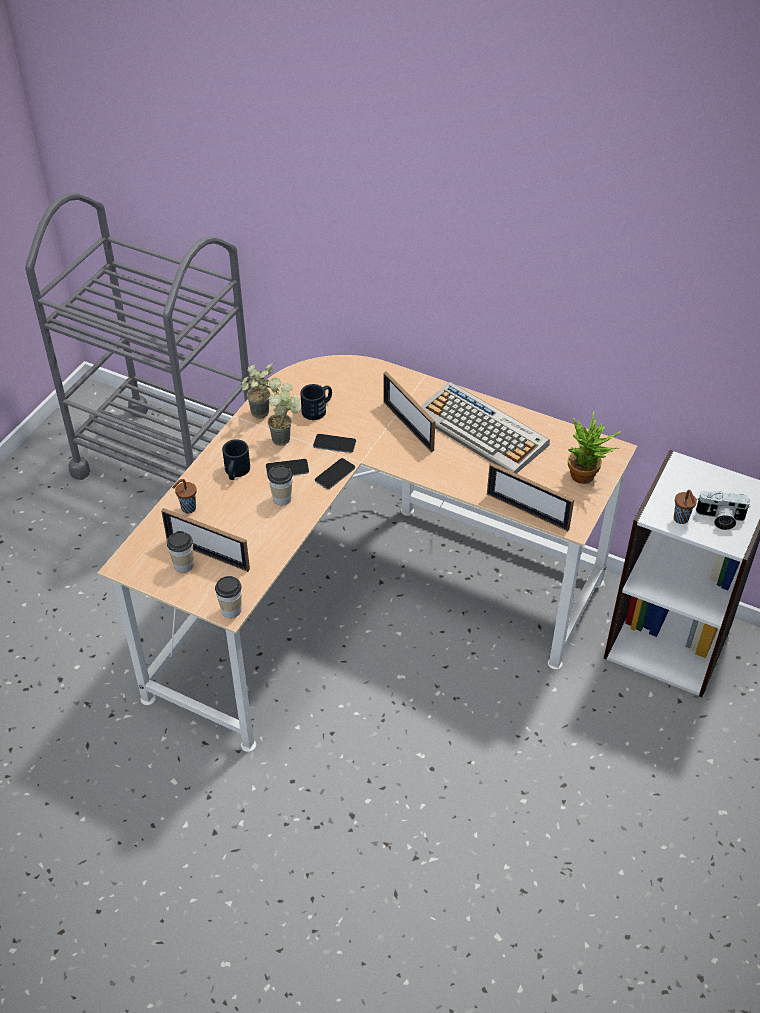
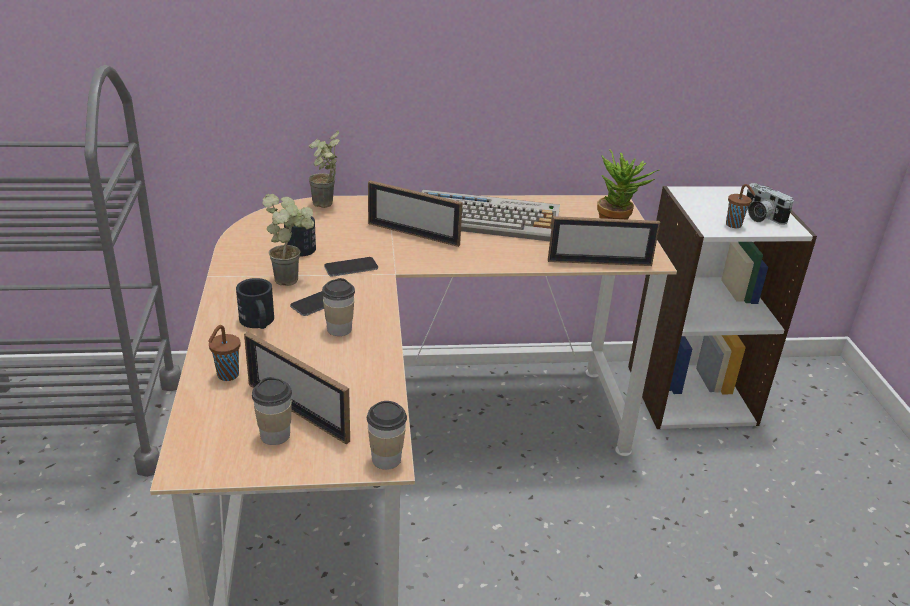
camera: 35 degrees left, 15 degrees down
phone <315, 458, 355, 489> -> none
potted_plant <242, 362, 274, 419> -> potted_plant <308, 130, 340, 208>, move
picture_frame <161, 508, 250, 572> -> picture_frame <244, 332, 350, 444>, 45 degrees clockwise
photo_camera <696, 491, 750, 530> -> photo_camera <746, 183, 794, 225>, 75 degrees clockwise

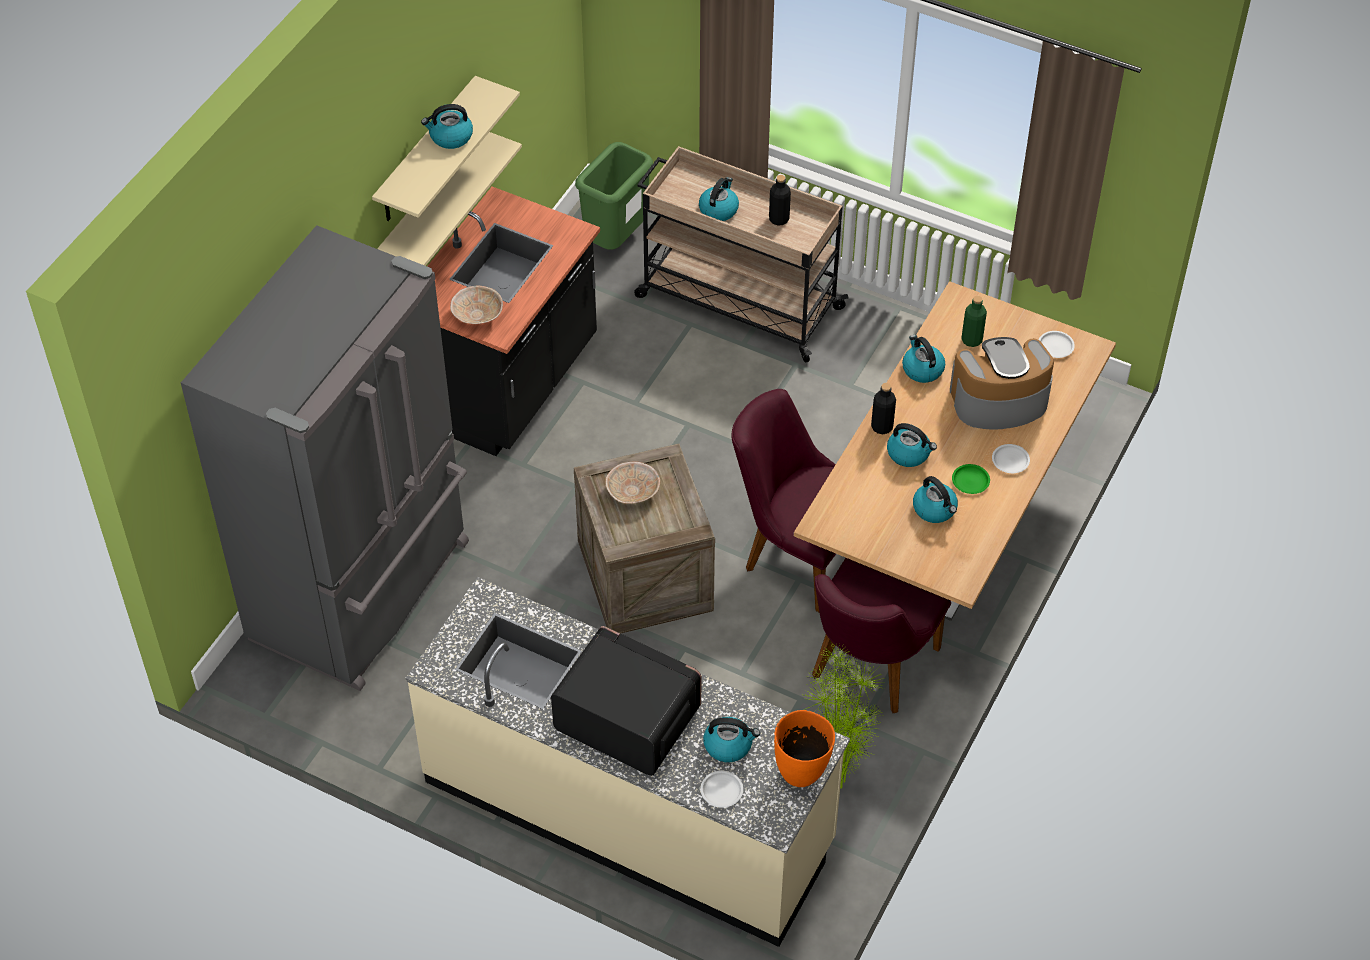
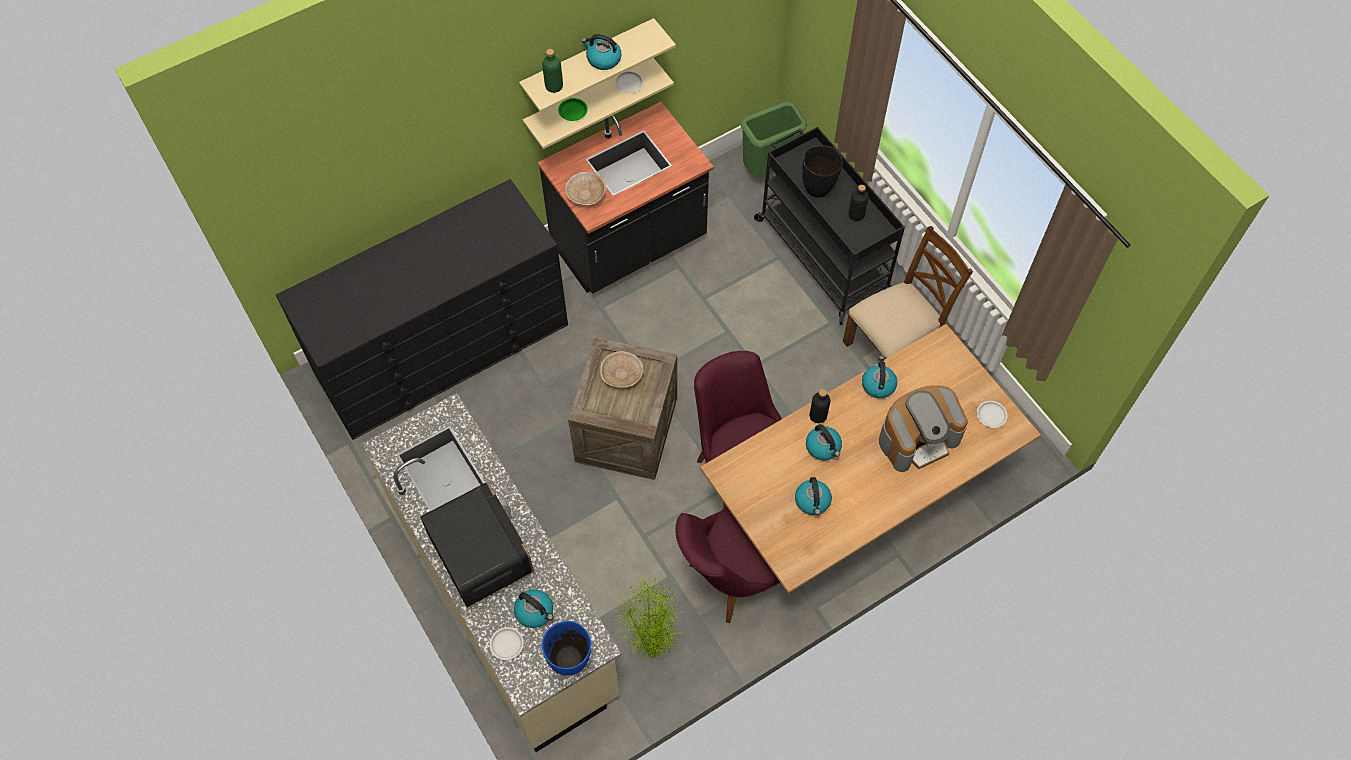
camera: 30 degrees right, 10 degrees up
none -> brown_chair <843, 226, 973, 359>
green_plate <952, 464, 990, 494> -> green_plate <558, 98, 588, 121>, move
green_bottle <961, 296, 987, 347> -> green_bottle <542, 49, 563, 93>, move
white_plate <992, 444, 1030, 473> -> white_plate <615, 71, 643, 93>, move
grey_fridge <181, 225, 469, 691> -> black_dresser <276, 179, 568, 440>
kettle <699, 177, 739, 221> -> black_vase <802, 146, 843, 198>
beige_cart <634, 146, 849, 363> -> black_cart <754, 127, 905, 325>
orange_vase <774, 710, 835, 787> -> blue_vase <542, 621, 591, 676>
coffee_machine <950, 337, 1054, 430> -> coffee_machine <879, 385, 968, 472>, 135 degrees clockwise

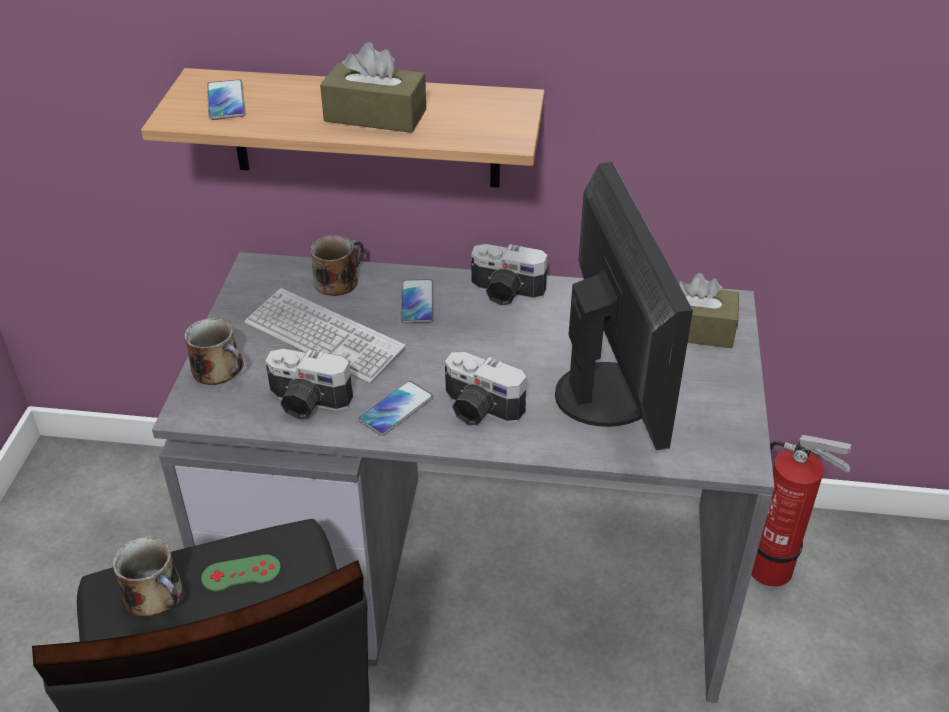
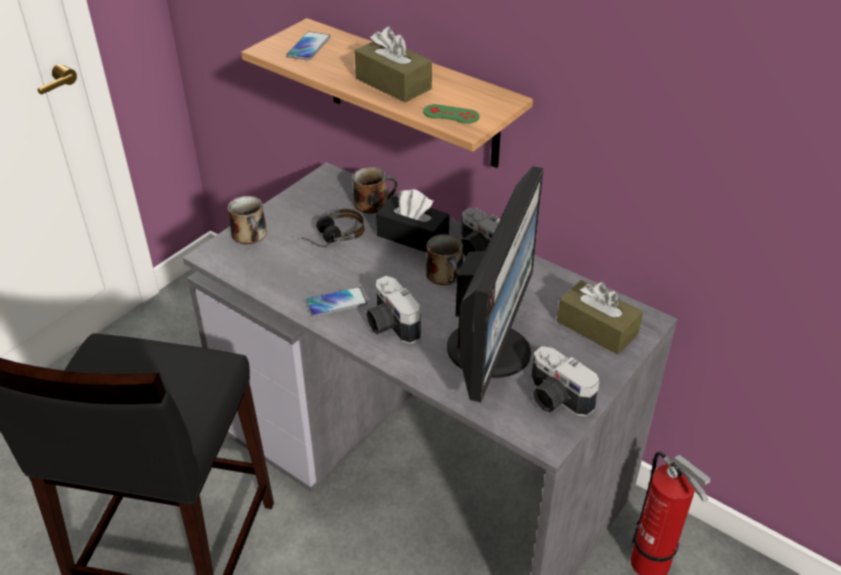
camera: 30 degrees right, 0 degrees up
mug <113, 536, 182, 617> -> mug <426, 234, 463, 285>, move
green_game_controller <201, 555, 281, 591> -> green_game_controller <423, 104, 479, 124>, move
photo_camera <265, 349, 353, 419> -> photo_camera <531, 346, 600, 417>, move
keyboard <244, 288, 406, 383> -> headphones <301, 209, 365, 247>
phone <401, 279, 434, 323> -> black_tissue_box <376, 189, 449, 253>

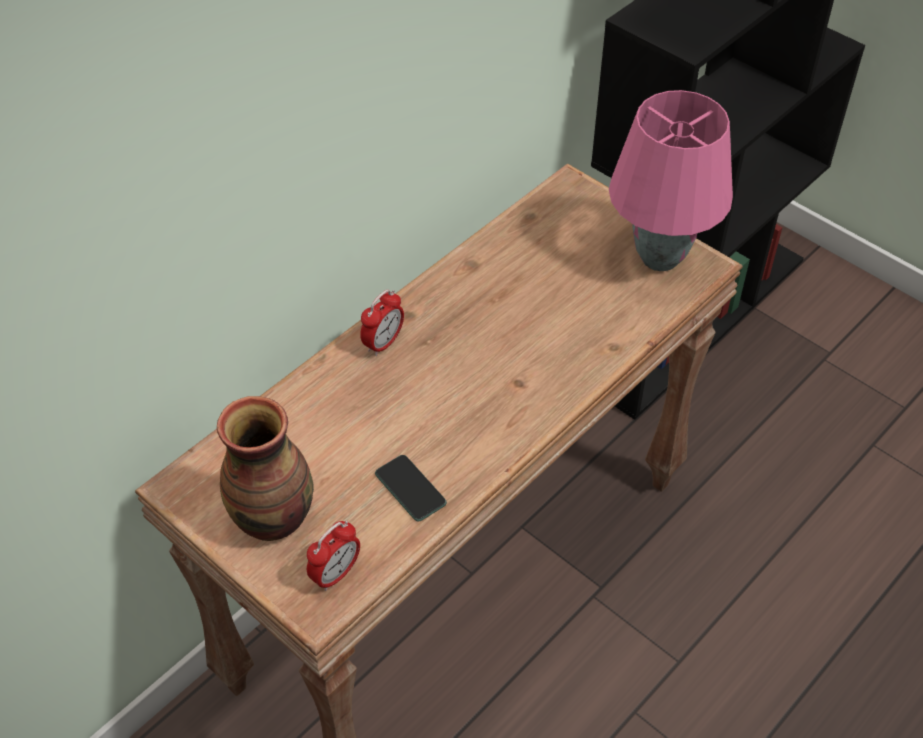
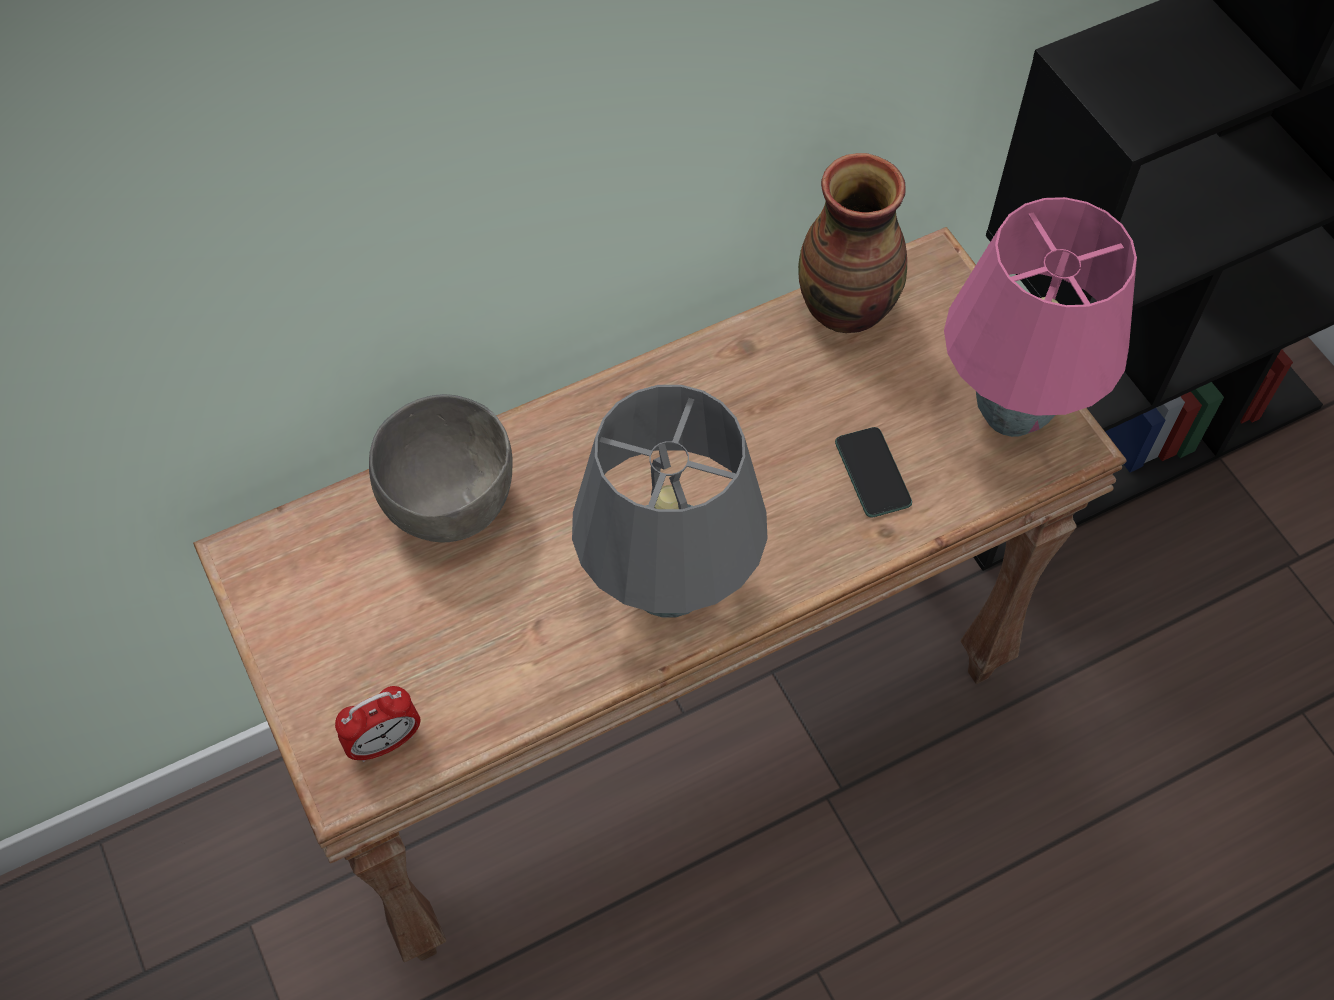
camera: 20 degrees right, 10 degrees up
alarm_clock <360, 290, 404, 356> -> none
none -> grey_bowl <369, 394, 513, 542>
none -> grey_table_lamp <572, 385, 768, 617>
vase <217, 396, 314, 541> -> vase <798, 153, 907, 333>, move
phone <375, 455, 447, 522> -> phone <835, 427, 912, 518>, move

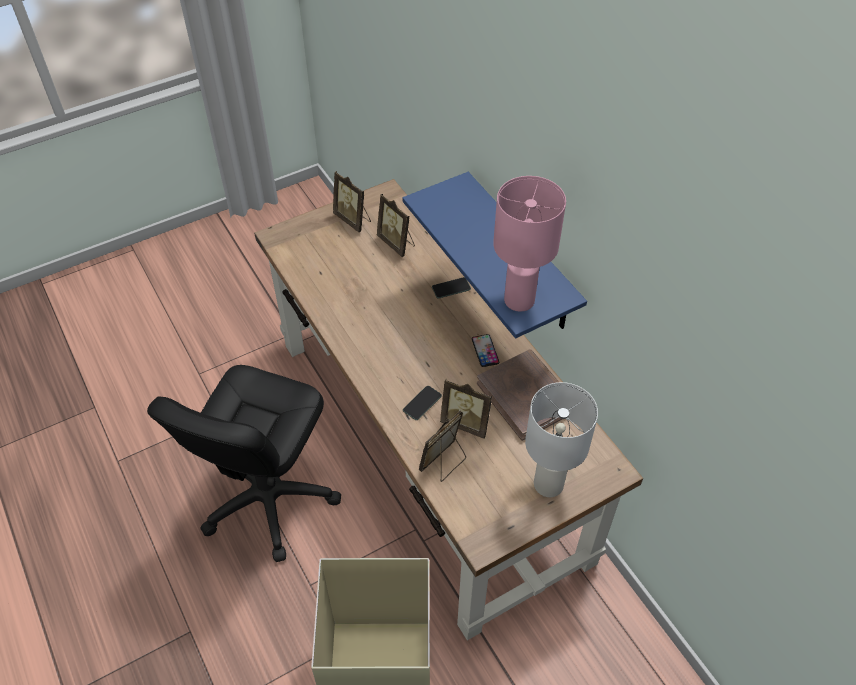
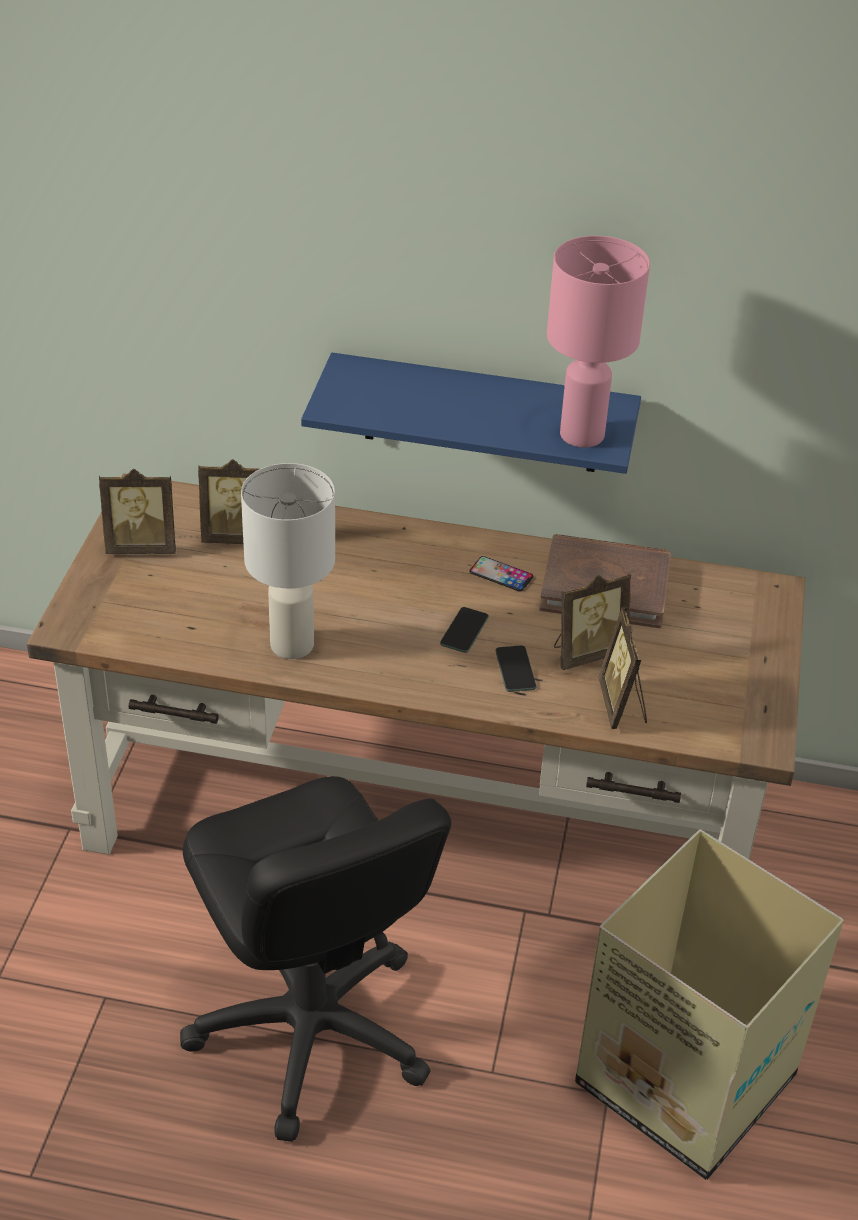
camera: 50 degrees left, 10 degrees down
phone <432, 277, 471, 298> -> phone <440, 607, 489, 653>, move
white_table_lamp <525, 382, 598, 497> -> white_table_lamp <241, 463, 335, 659>, move

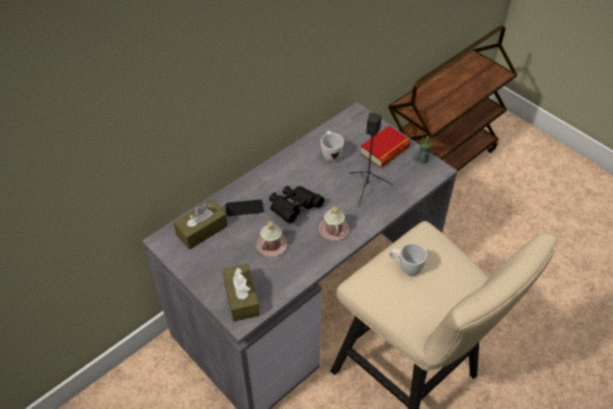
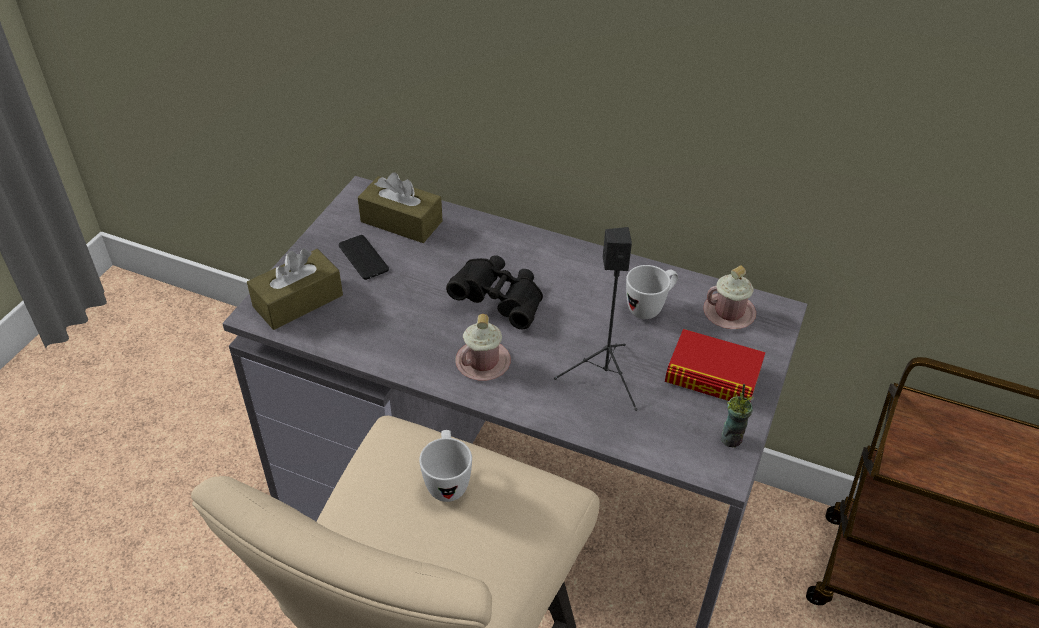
camera: 65 degrees right, 5 degrees down
phone <226, 199, 263, 216> -> phone <339, 235, 389, 280>, move
pink_mug <256, 221, 287, 257> -> pink_mug <703, 266, 756, 329>, move

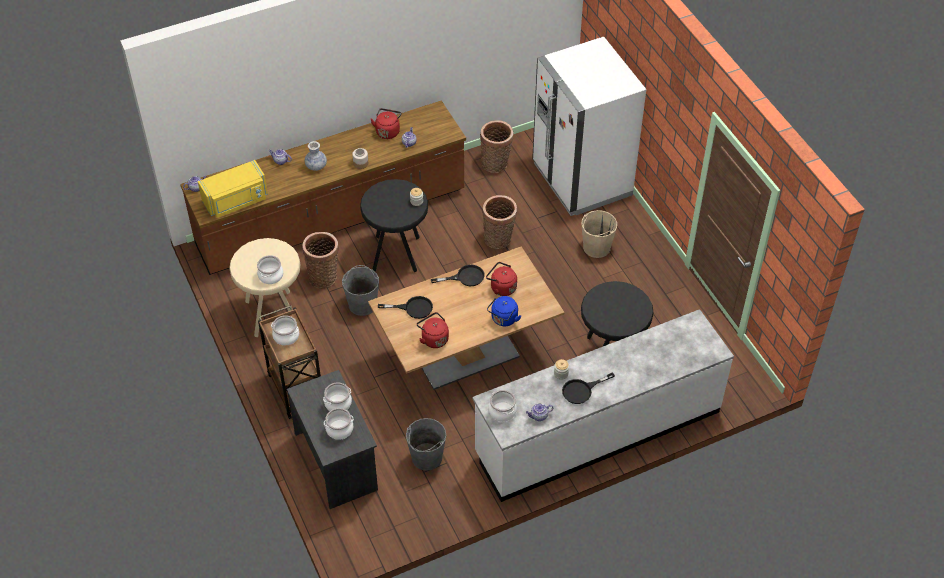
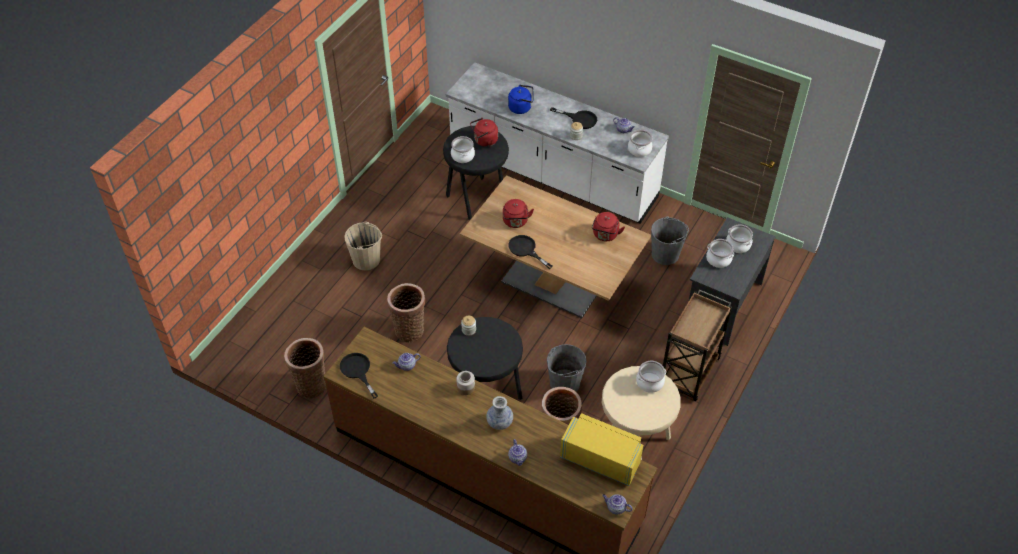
camera: 125 degrees left, 0 degrees up
white_fridge <532, 37, 646, 216> -> none
cooking_pot <271, 315, 299, 345> -> cooking_pot <451, 136, 475, 163>, move
red_kettle <370, 108, 402, 139> -> red_kettle <470, 118, 498, 147>, move
black_frying_pan <378, 296, 433, 319> -> black_frying_pan <340, 353, 378, 398>, move
blue_kettle <487, 296, 521, 326> -> blue_kettle <508, 85, 534, 114>, move

